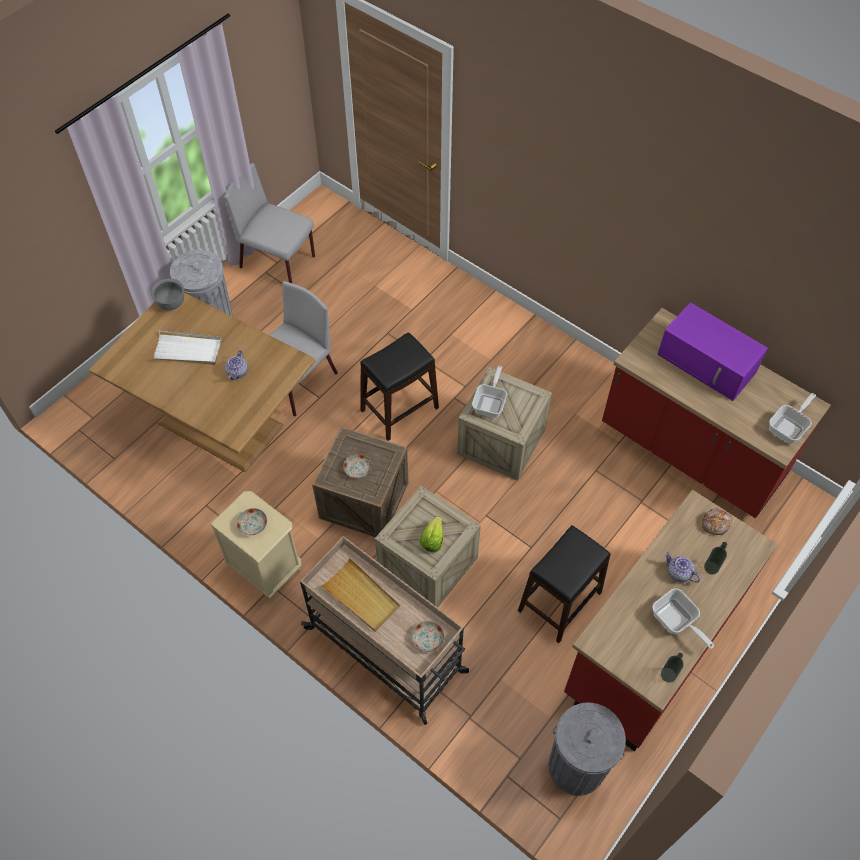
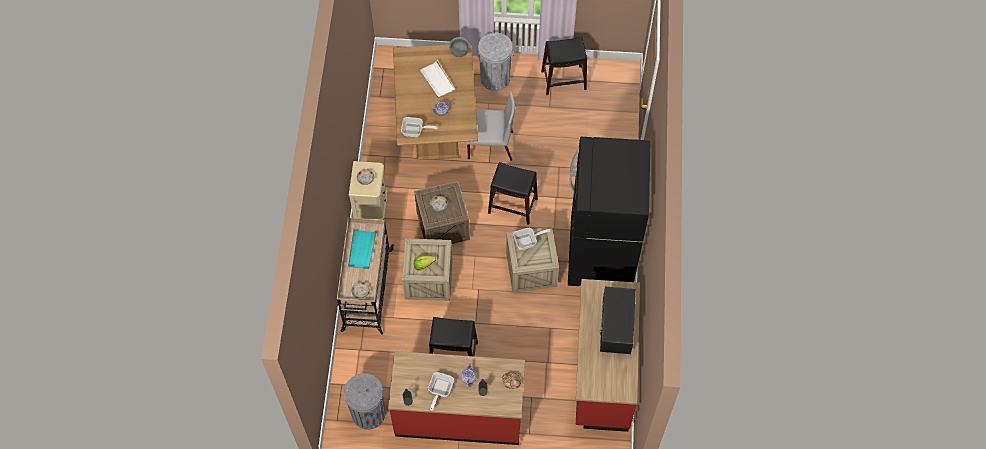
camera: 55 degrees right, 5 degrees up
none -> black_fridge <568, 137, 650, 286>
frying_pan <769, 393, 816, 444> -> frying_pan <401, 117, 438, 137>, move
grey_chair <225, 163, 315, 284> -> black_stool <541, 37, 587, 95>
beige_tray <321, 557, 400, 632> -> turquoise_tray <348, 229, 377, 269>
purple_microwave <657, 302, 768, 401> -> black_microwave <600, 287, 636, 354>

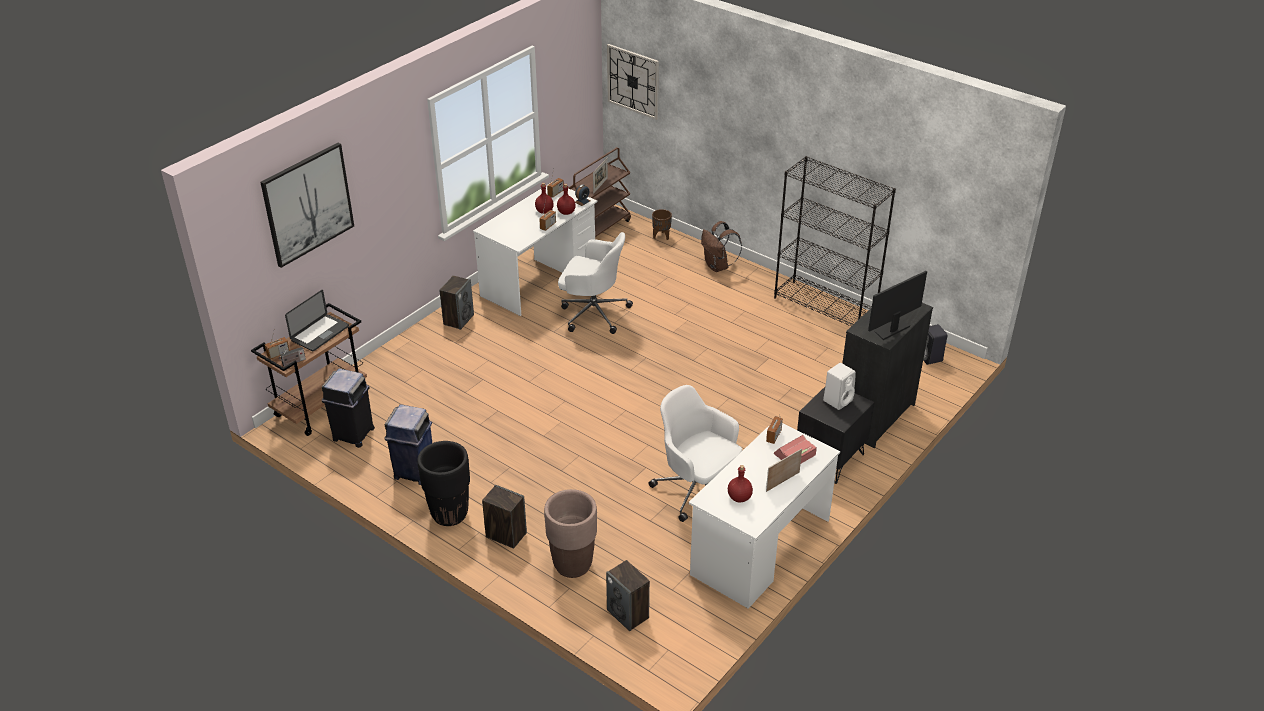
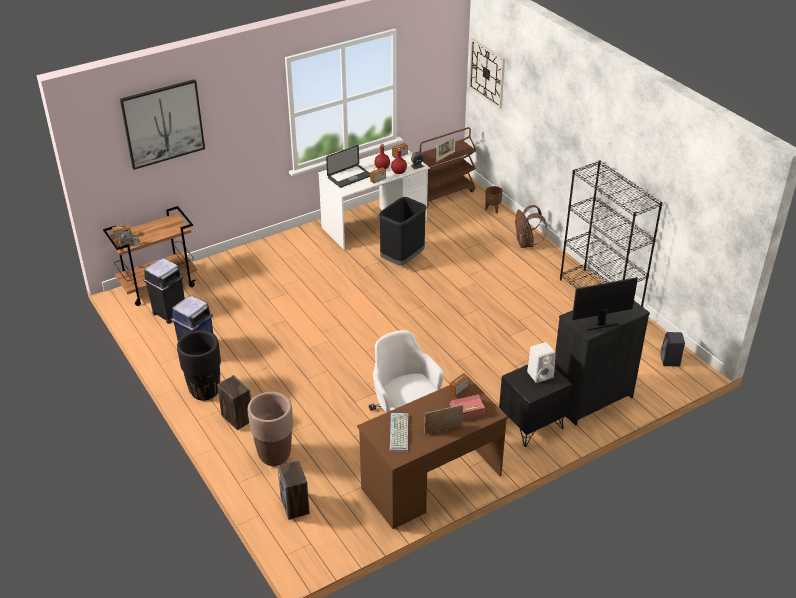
camera: 20 degrees right, 0 degrees up
speaker <439, 276, 474, 330> -> none
laptop <285, 290, 349, 351> -> laptop <326, 145, 370, 188>, move
white_office_chair <558, 232, 633, 334> -> black_trash_can <379, 197, 427, 266>
red_bottle <728, 465, 753, 502> -> keyboard <390, 413, 409, 452>
white_desk <689, 423, 840, 609> -> brown_desk <357, 378, 508, 529>

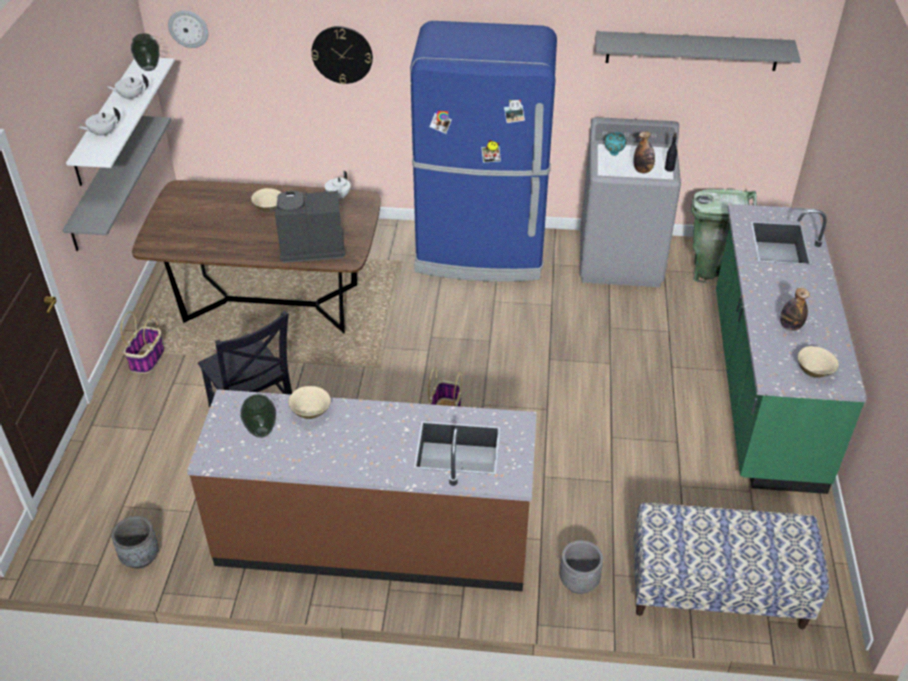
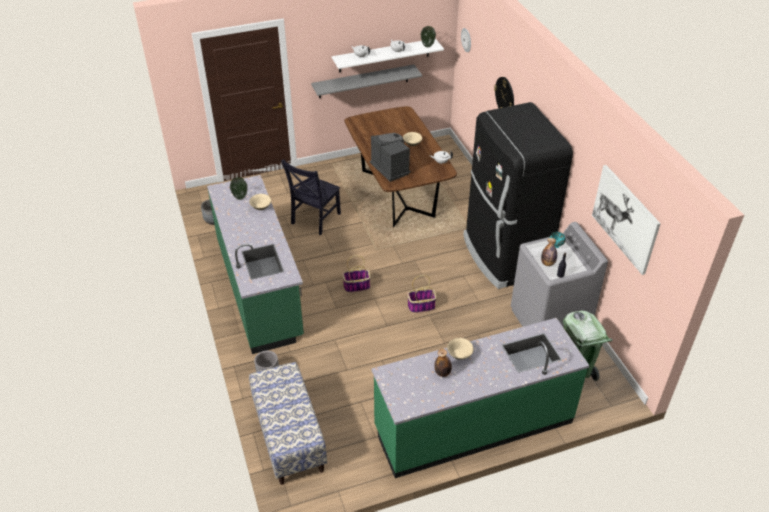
camera: 65 degrees right, 0 degrees up
basket <121, 312, 165, 374> -> basket <407, 275, 436, 313>, move
beige_bowl <797, 346, 839, 378> -> beige_bowl <447, 338, 474, 360>, move
grey_shelf <596, 31, 801, 71> -> picture <592, 165, 661, 275>
brown_counter <187, 389, 537, 591> -> green_counter <207, 175, 304, 354>
blue_fridge <410, 21, 557, 282> -> black_fridge <464, 102, 573, 289>

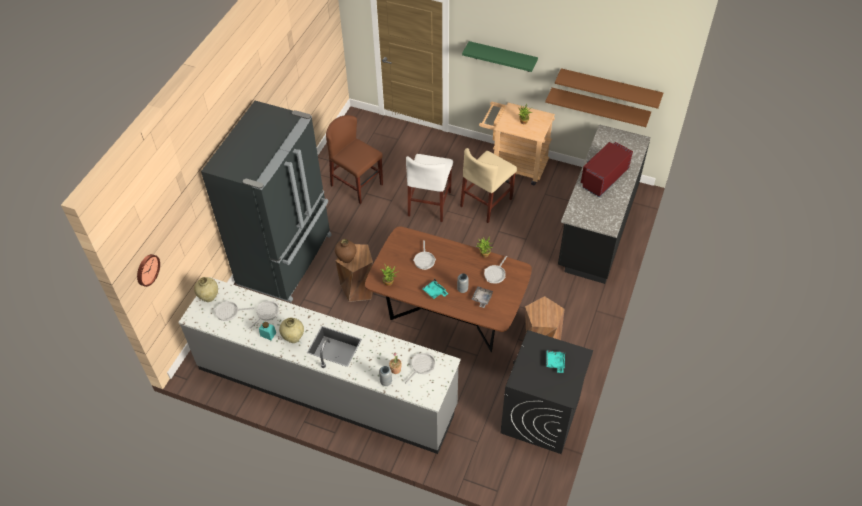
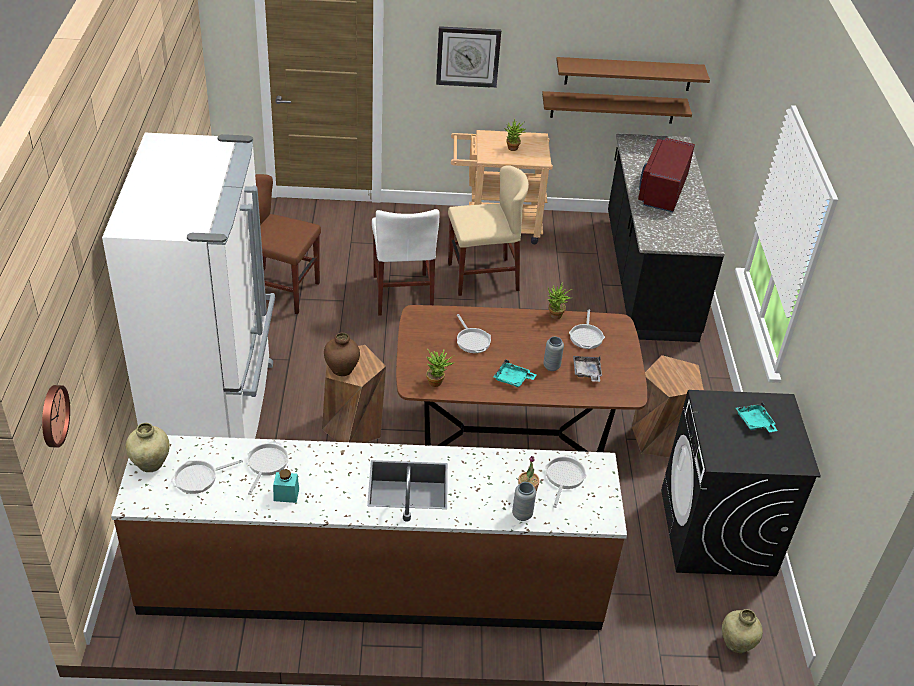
camera: 25 degrees left, 10 degrees down
beige_vase <279, 317, 304, 343> -> beige_vase <722, 609, 763, 653>, move
green_shelf <462, 41, 538, 72> -> wall_clock <436, 26, 501, 88>
grey_counter <178, 277, 461, 454> -> brown_counter <111, 435, 627, 630>
black_fridge <201, 101, 332, 302> -> white_fridge <102, 133, 275, 439>
beige_chair <460, 148, 517, 223> -> beige_chair <448, 165, 529, 296>, 120 degrees counterclockwise

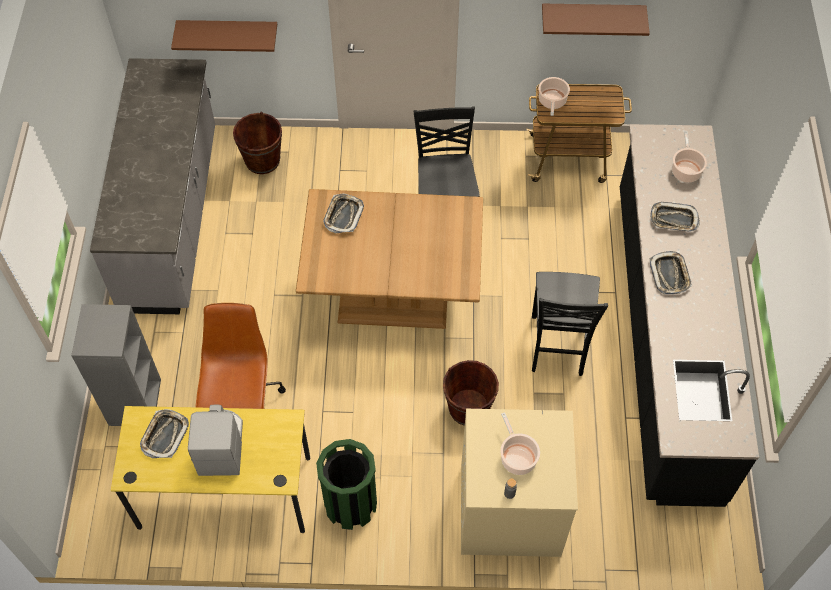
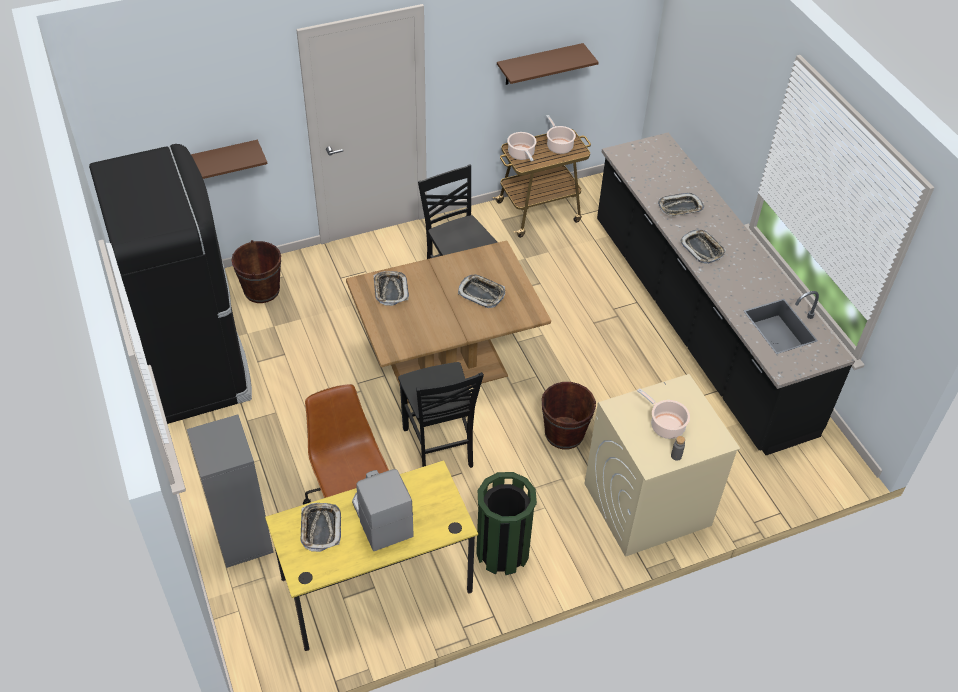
camera: 25 degrees left, 10 degrees down
none -> tray <458, 275, 505, 308>
black_chair <532, 272, 608, 376> -> black_chair <398, 362, 484, 468>, move
cooking_pot <672, 131, 707, 183> -> cooking_pot <546, 115, 576, 154>, move
grey_counter <90, 58, 215, 314> -> black_fridge <89, 144, 252, 424>

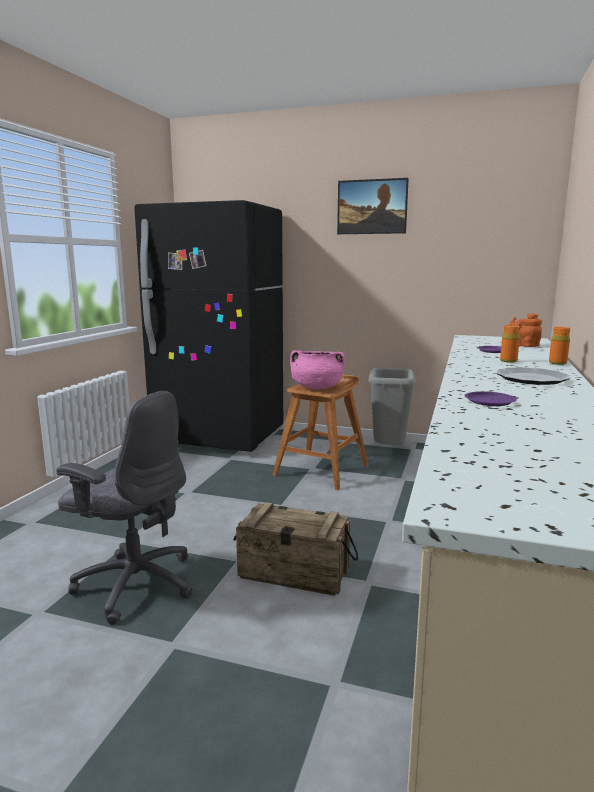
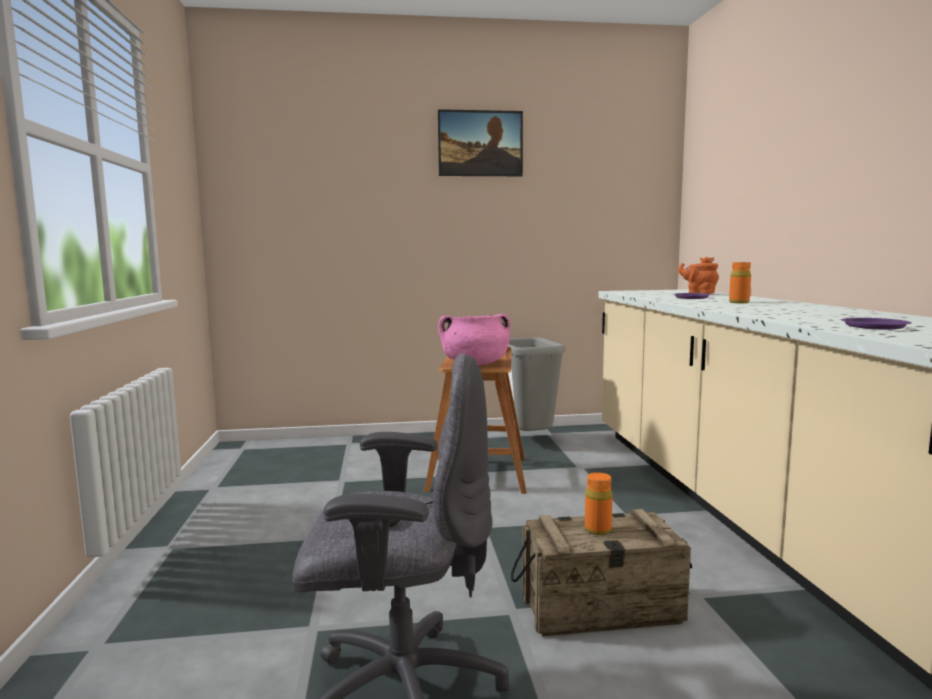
camera: 25 degrees left, 5 degrees down
black_fridge <134, 200, 283, 452> -> none
plate <496, 367, 570, 385> -> none
orange_bottle <549, 327, 570, 365> -> orange_bottle <585, 472, 613, 535>, move

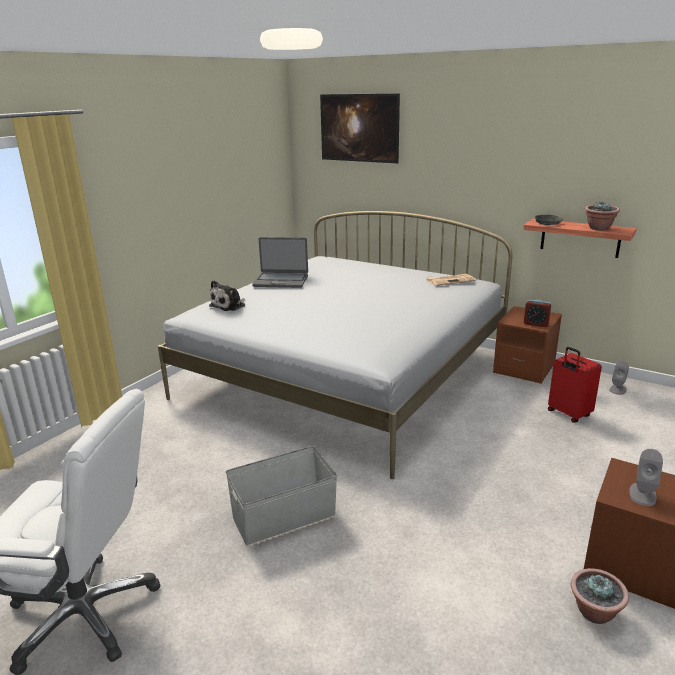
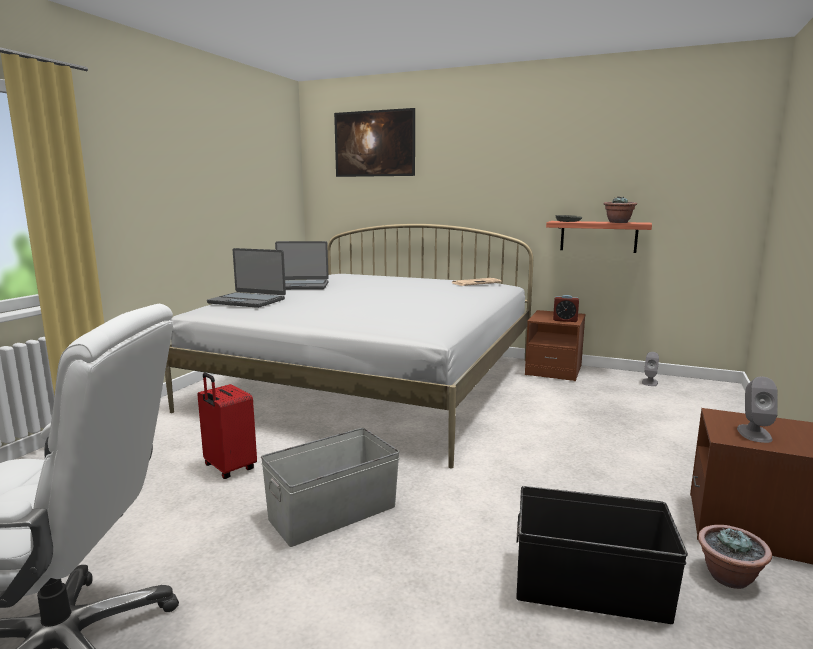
camera: 10 degrees left, 10 degrees down
none -> black_storage_box <516, 486, 688, 624>
red_suitcase <548, 347, 602, 423> -> red_suitcase <197, 373, 257, 479>, move
plush_toy <209, 280, 245, 311> -> laptop <207, 248, 286, 308>

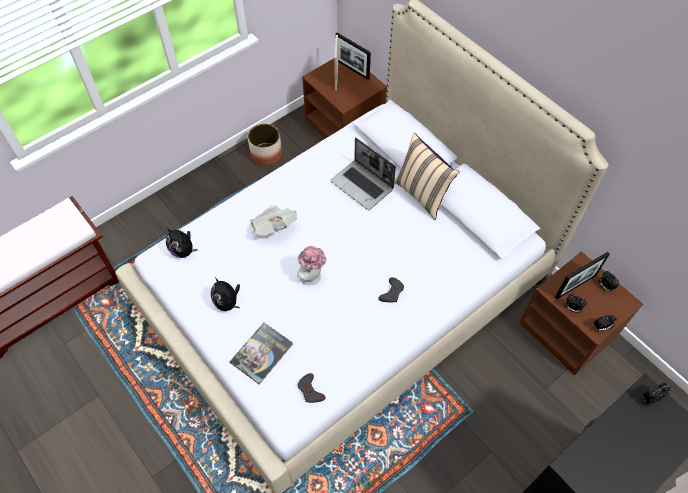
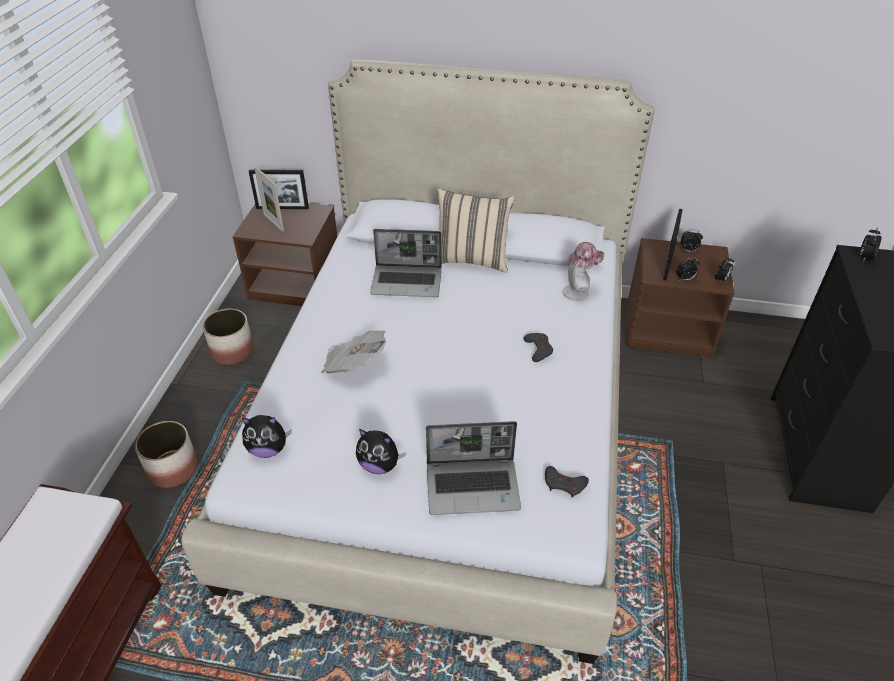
camera: 40 degrees left, 15 degrees down
none -> planter <135, 421, 198, 488>
hat <297, 246, 327, 285> -> hat <563, 242, 604, 301>, move
book <230, 323, 293, 384> -> laptop <426, 421, 521, 515>

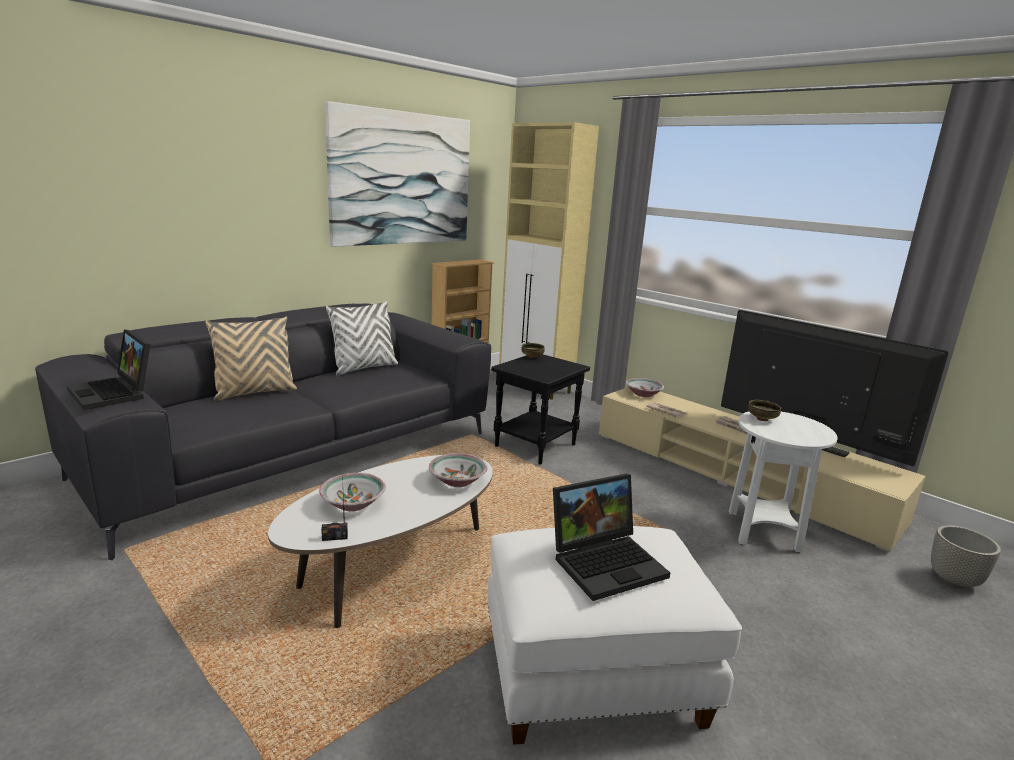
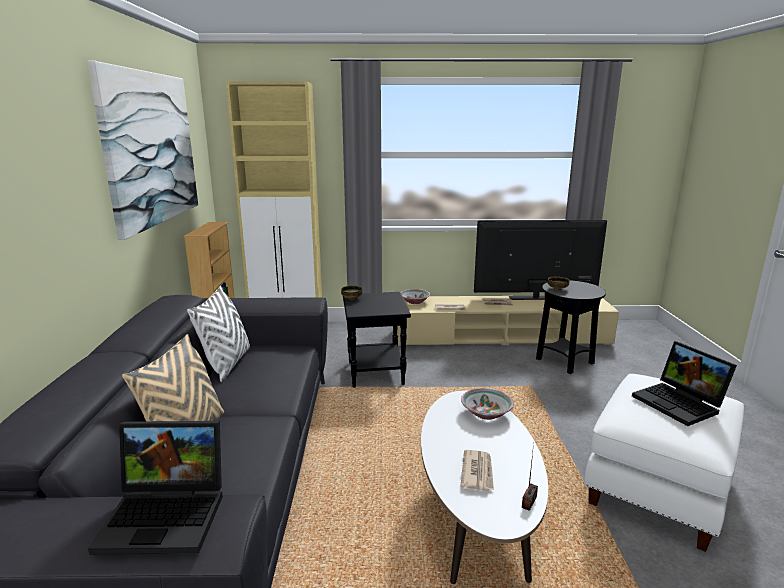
camera: 45 degrees left, 0 degrees up
grey_planter <931, 525, 1001, 589> -> none
bowl <319, 473, 386, 511> -> newspaper <461, 450, 494, 491>
white_side_table <729, 412, 838, 553> -> black_side_table <536, 280, 606, 374>
laptop <553, 473, 670, 601> -> laptop <632, 341, 737, 426>, 135 degrees clockwise

